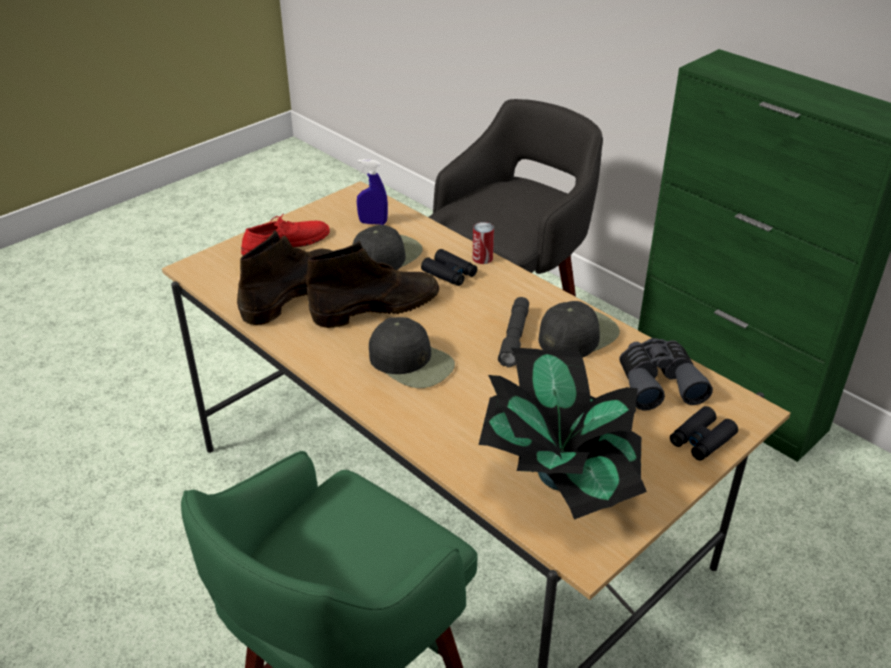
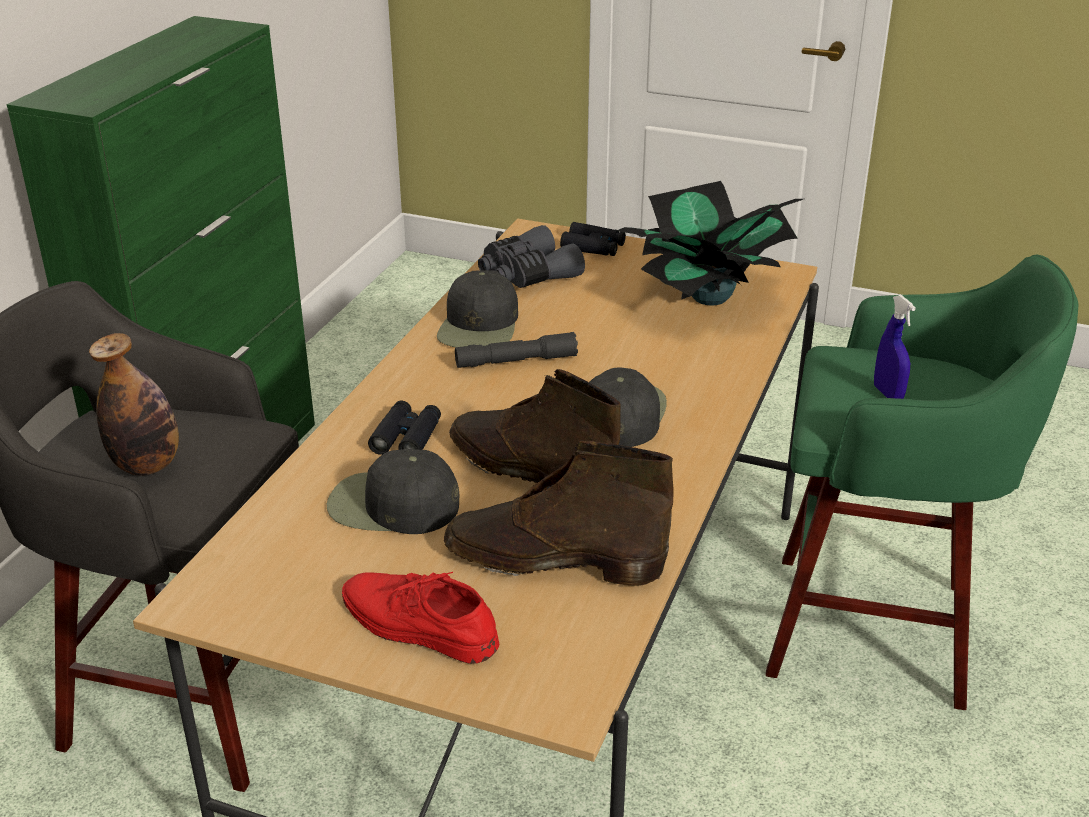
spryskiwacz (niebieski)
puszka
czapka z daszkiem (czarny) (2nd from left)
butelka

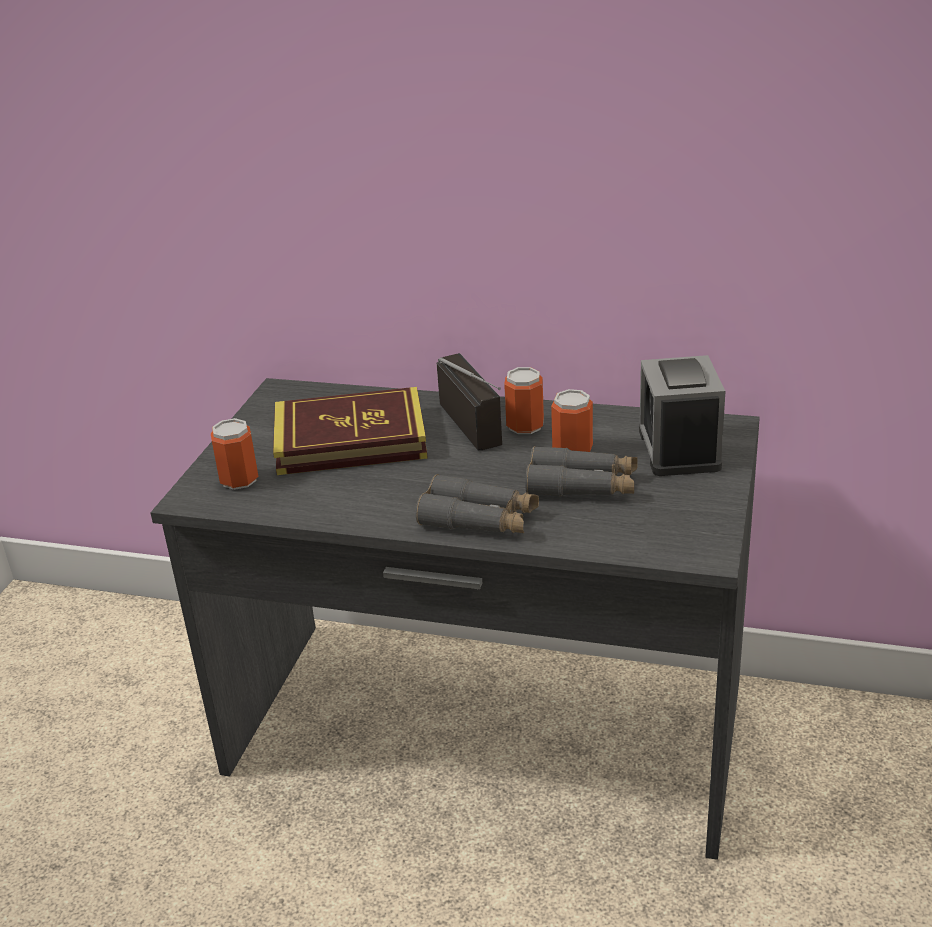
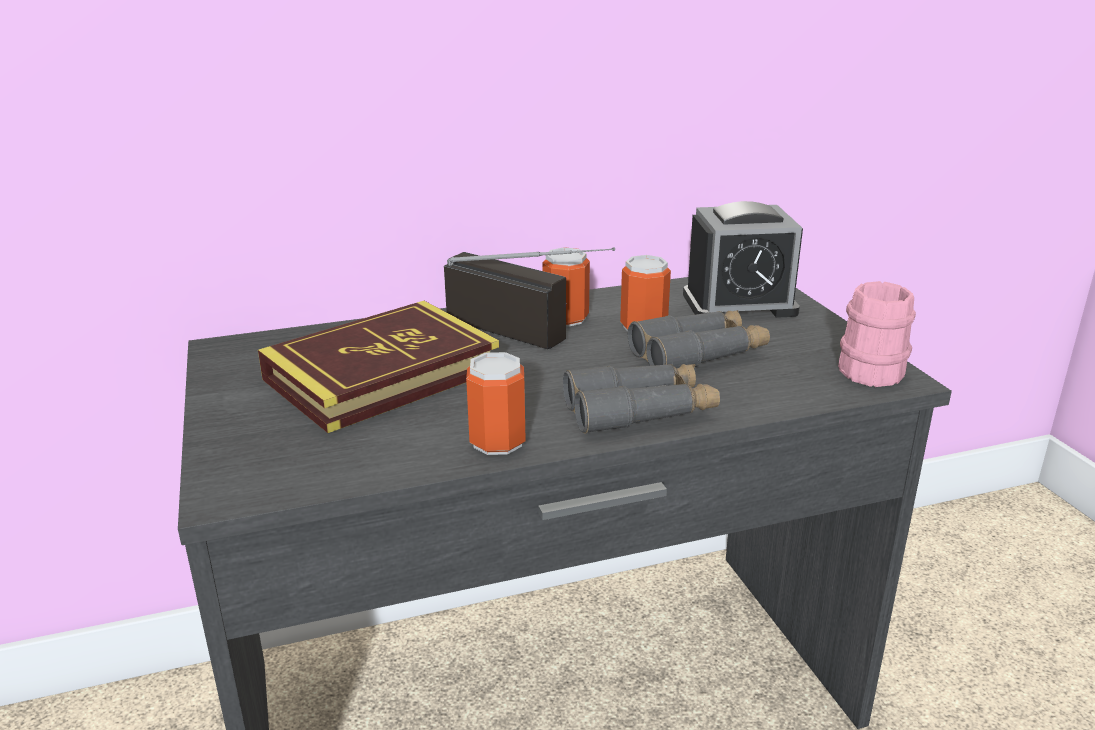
budzik
puszka (1st from left)
kubek (różowy)

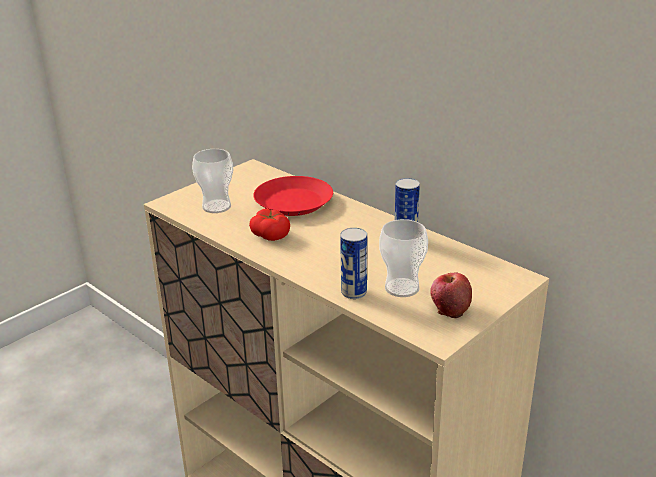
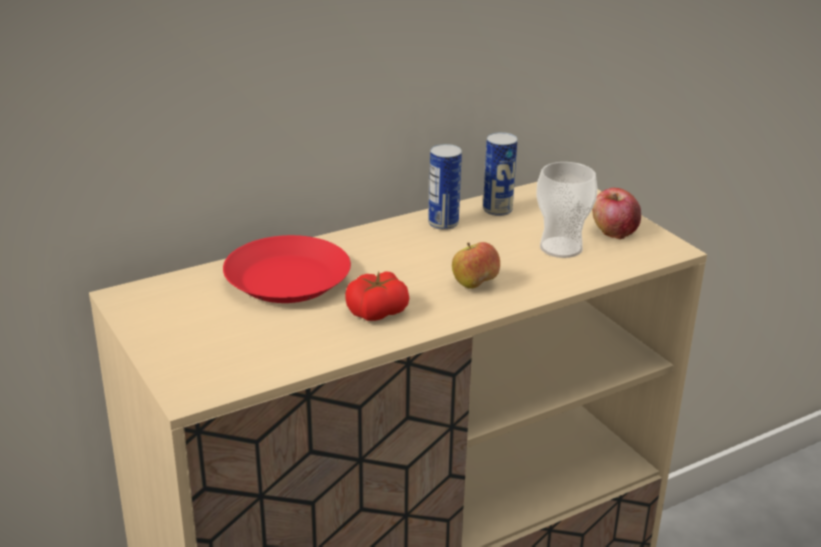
filiżanka (1st from left in the first image)
puszka (2nd from left)
jabłko (1st from left)

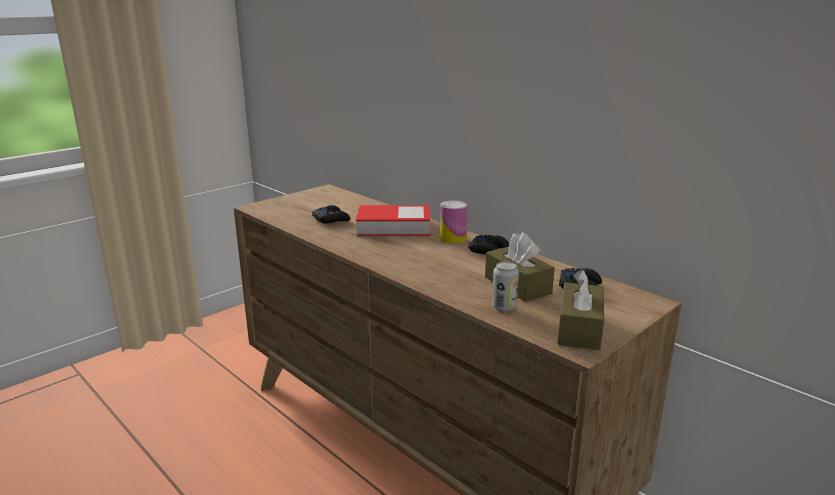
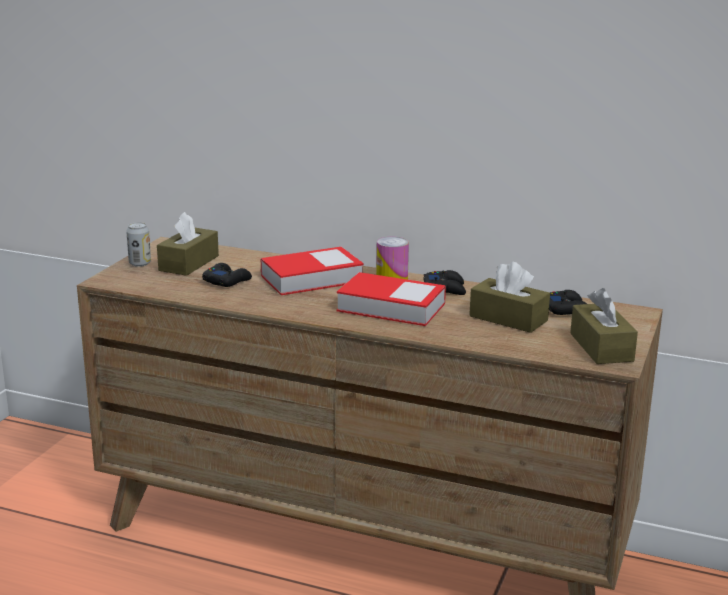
puszka (1st from left)
pudełko chusteczek (brązowy) (1st from left)
książka (2nd from left)

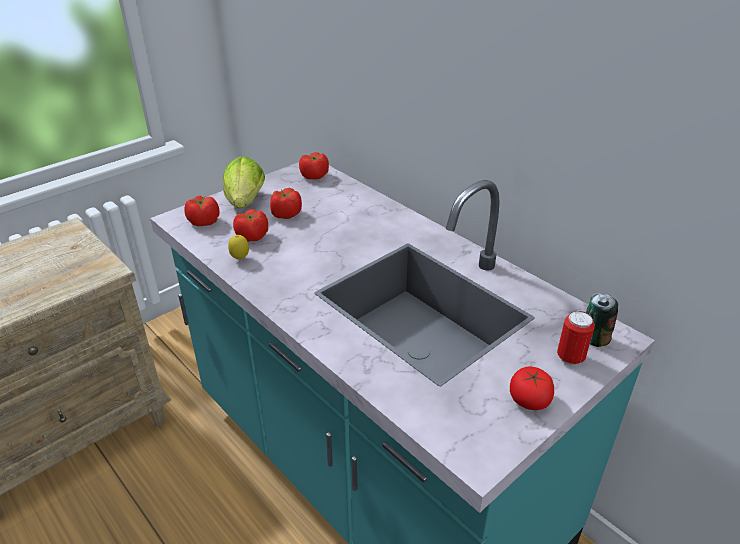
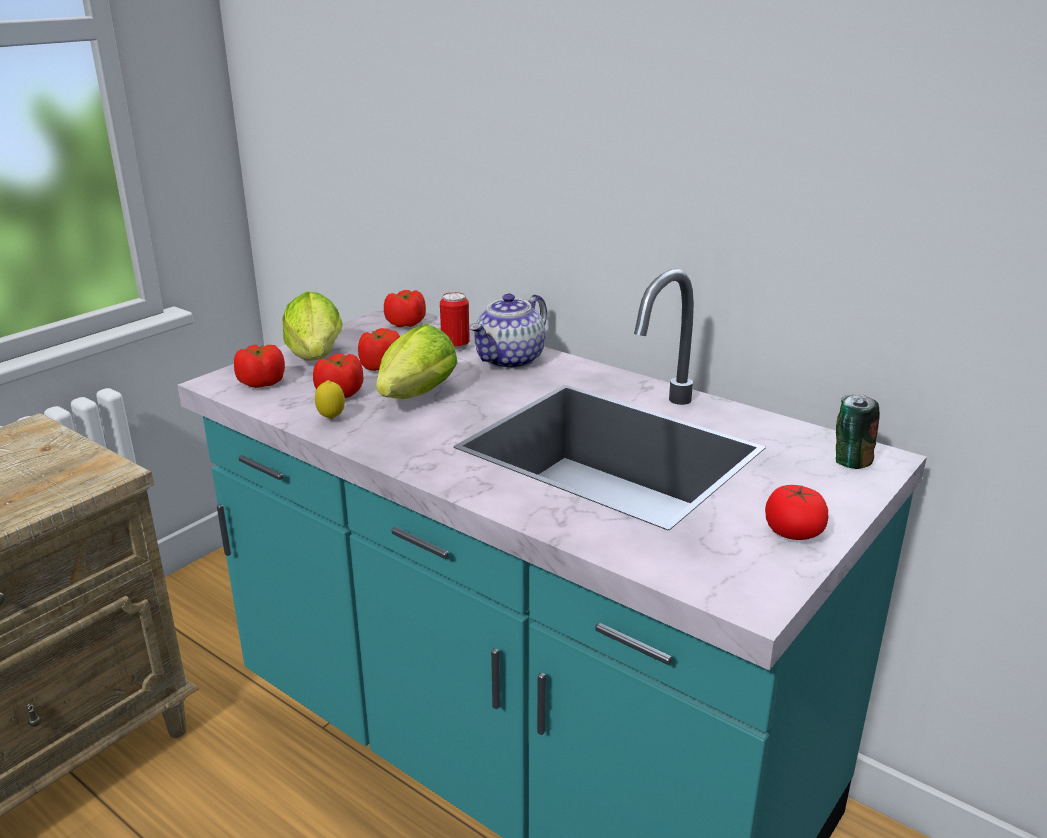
puszka (1st from left)
imbryk
sałata (2nd from left)

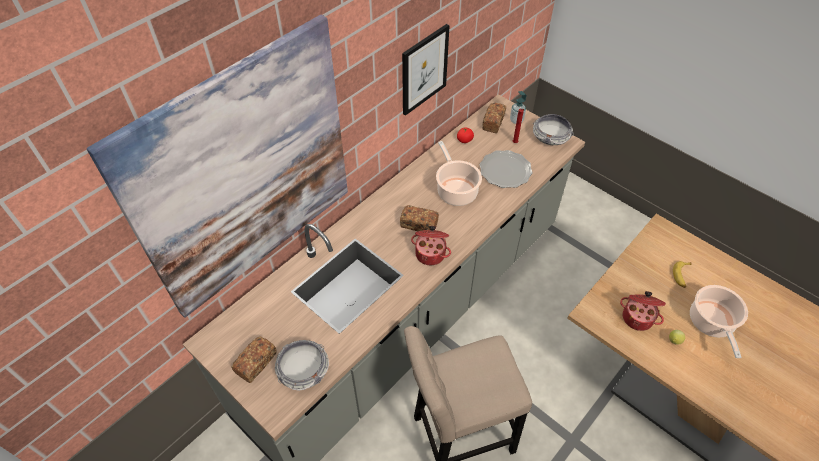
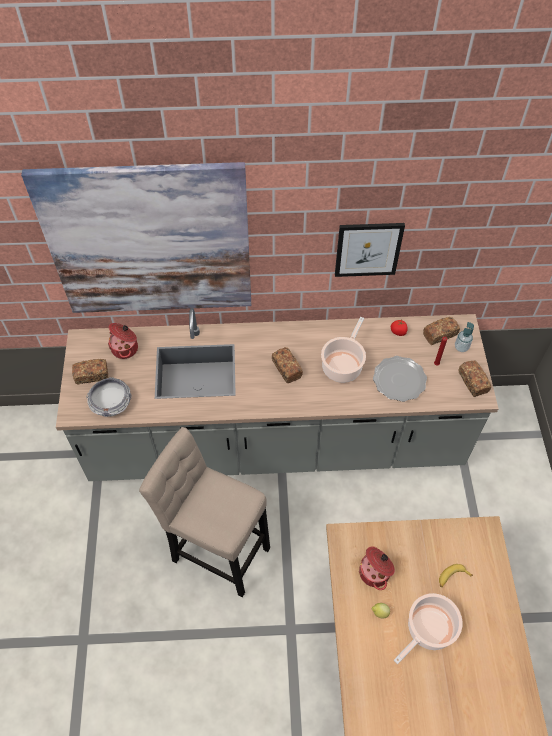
chleb (4th from left)
garnek (1st from left)

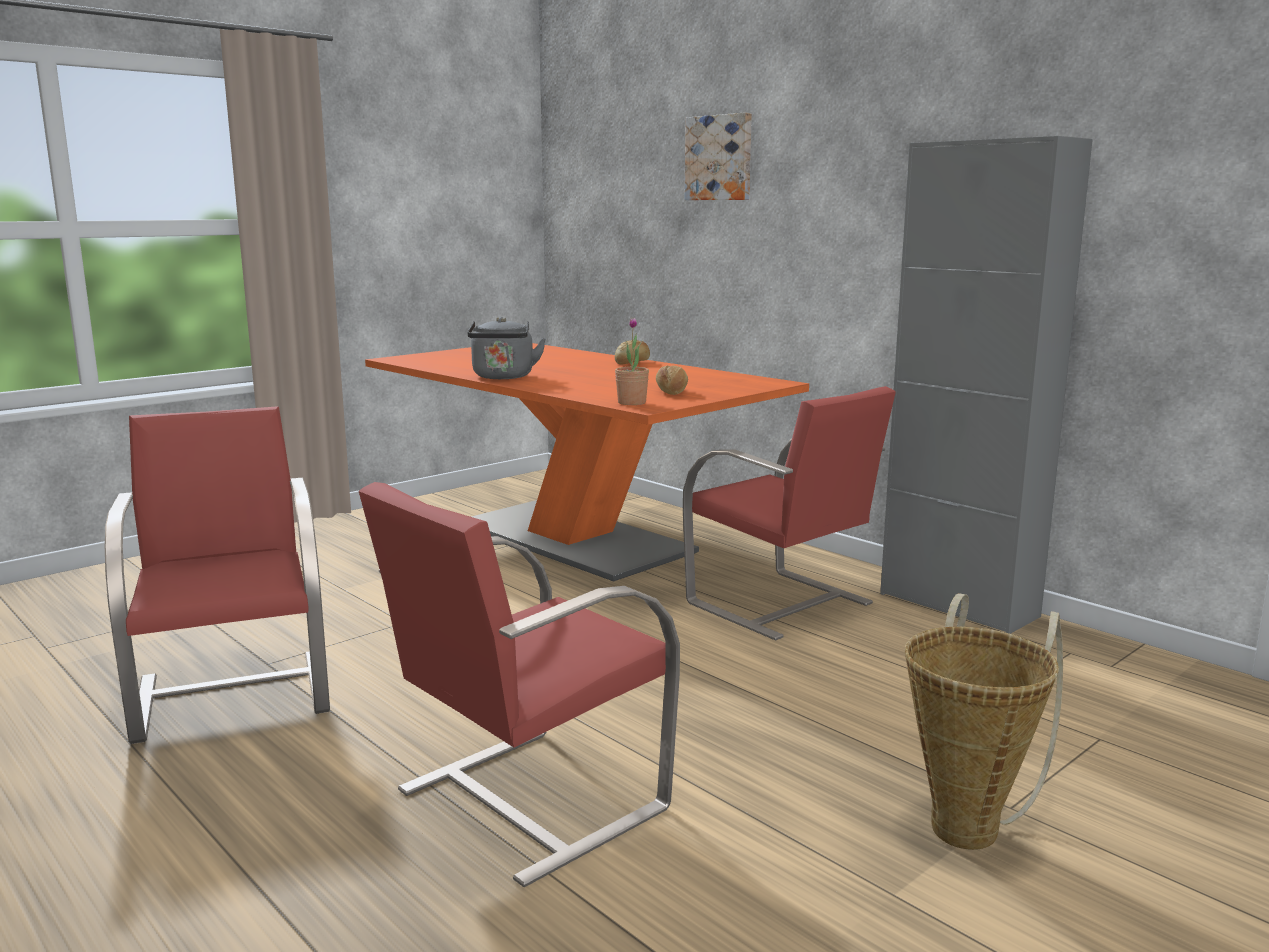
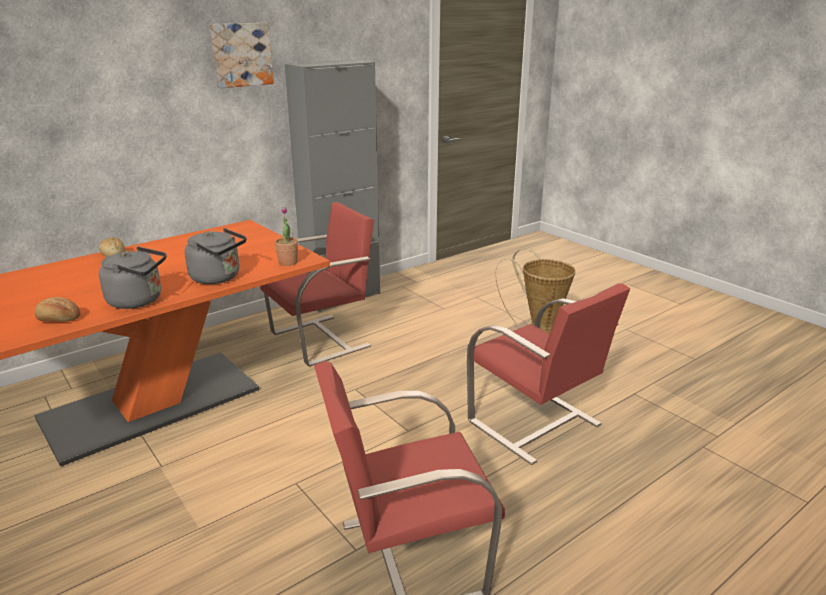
obraz
chleb (1st from left)
czajnik (szary) (2nd from left)

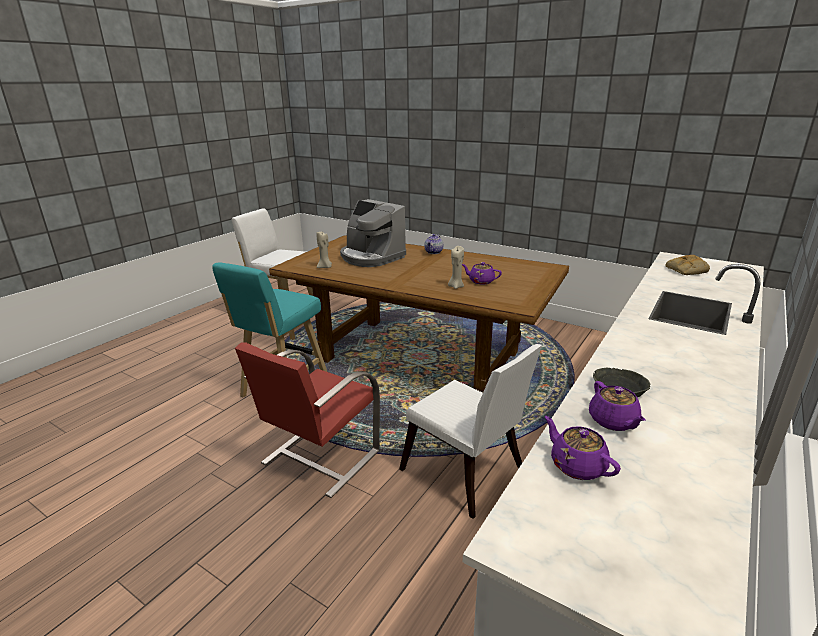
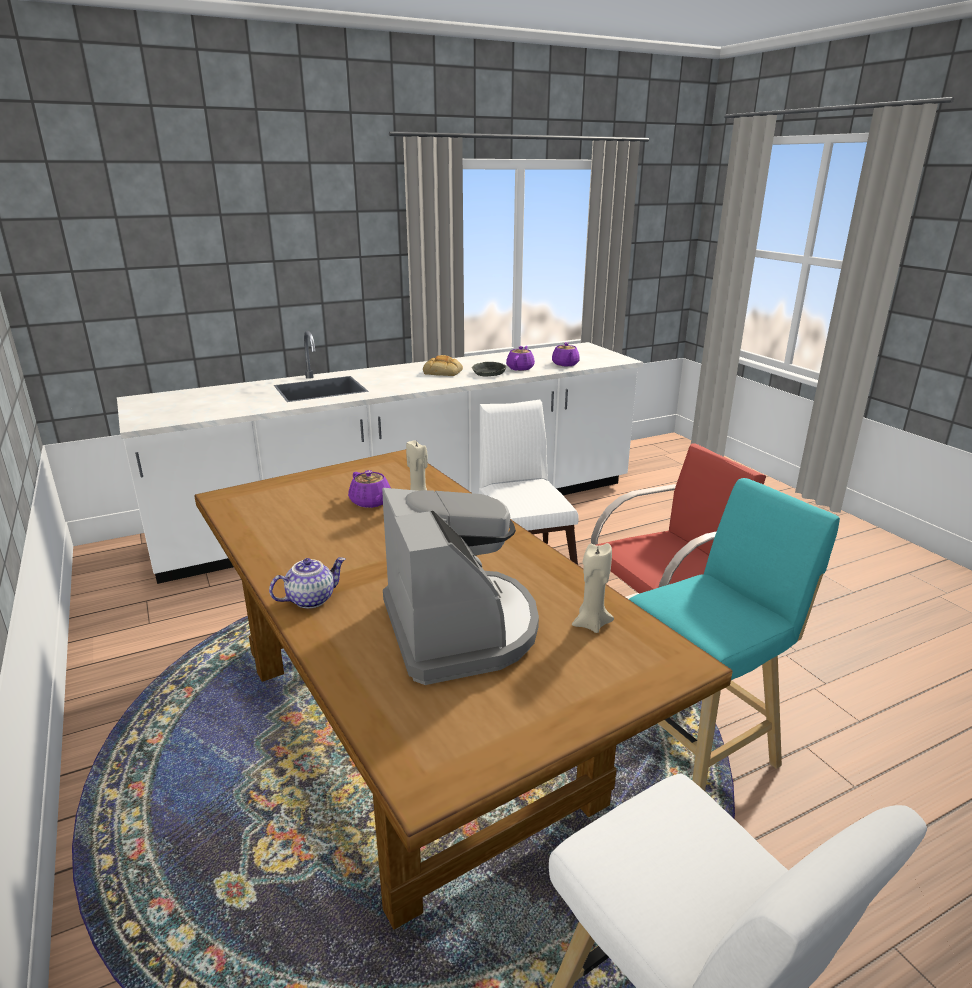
chleb

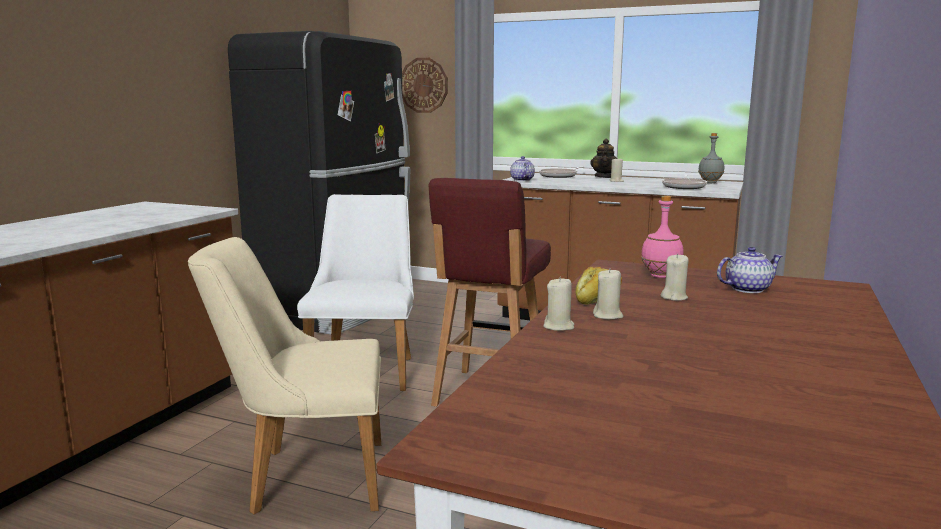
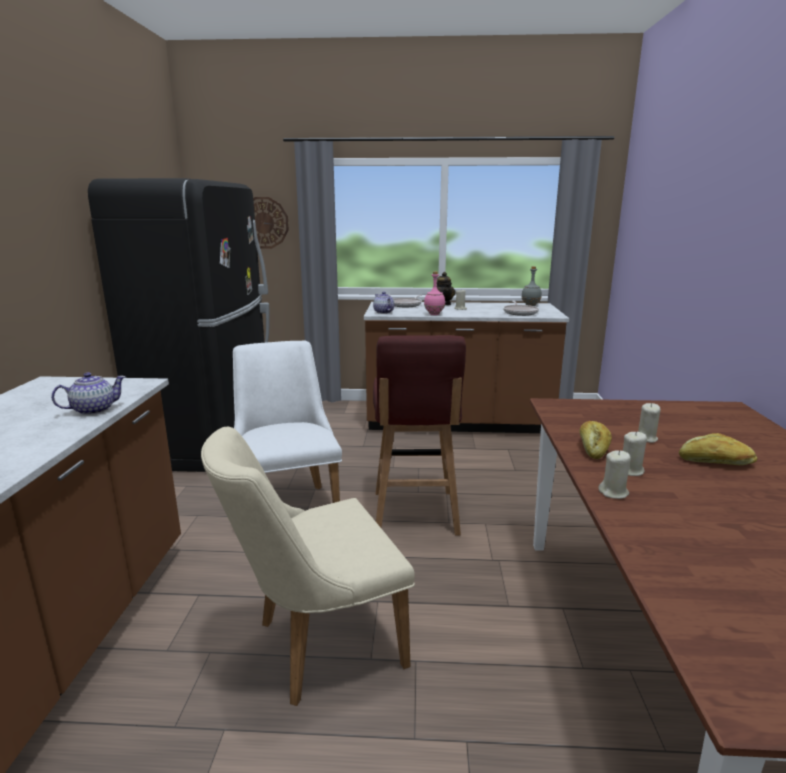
butelka (różowy)
imbryk (1st from left)
chleb (2nd from left)

